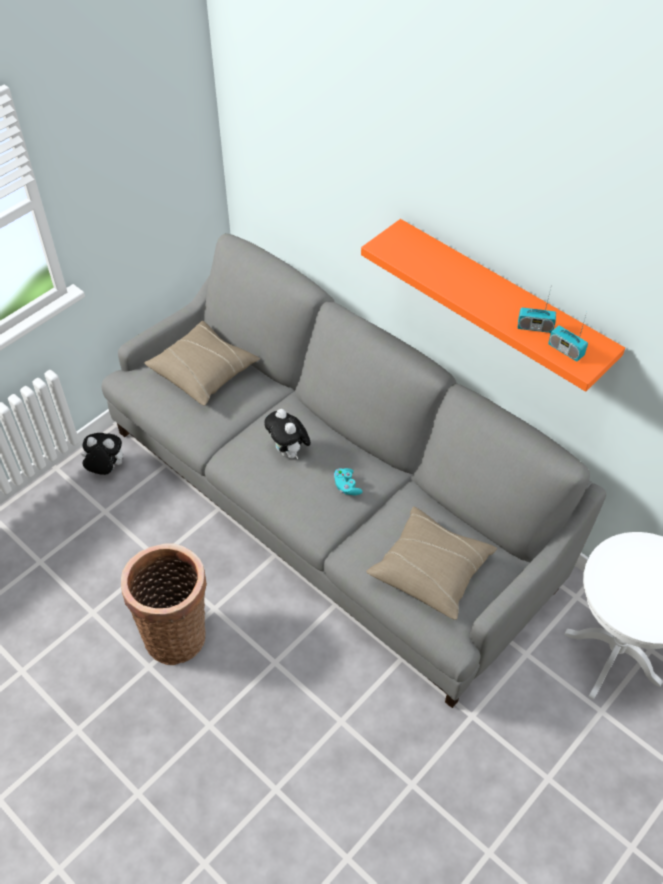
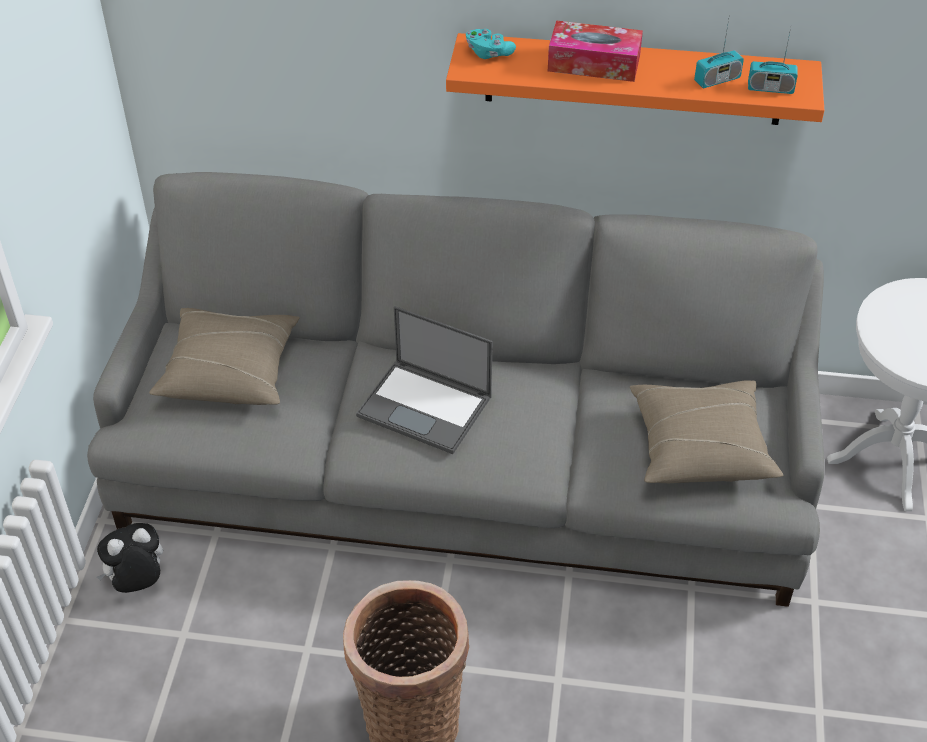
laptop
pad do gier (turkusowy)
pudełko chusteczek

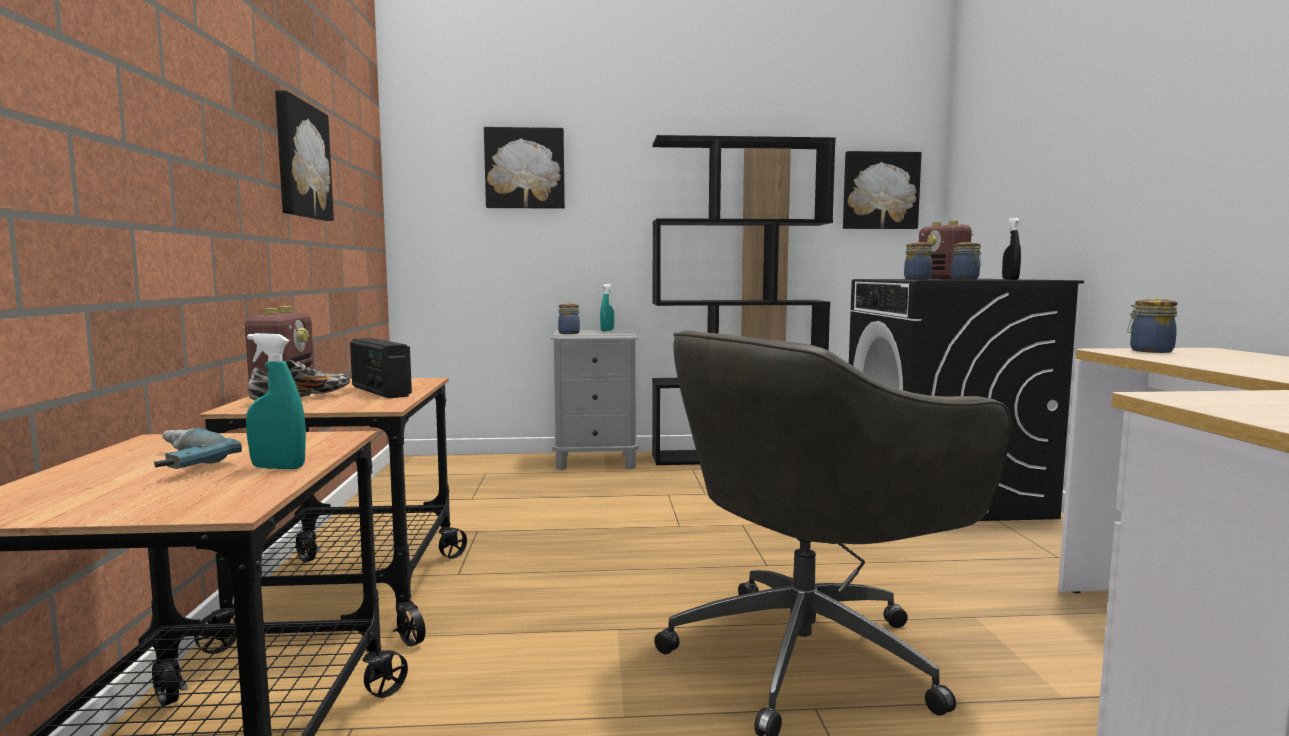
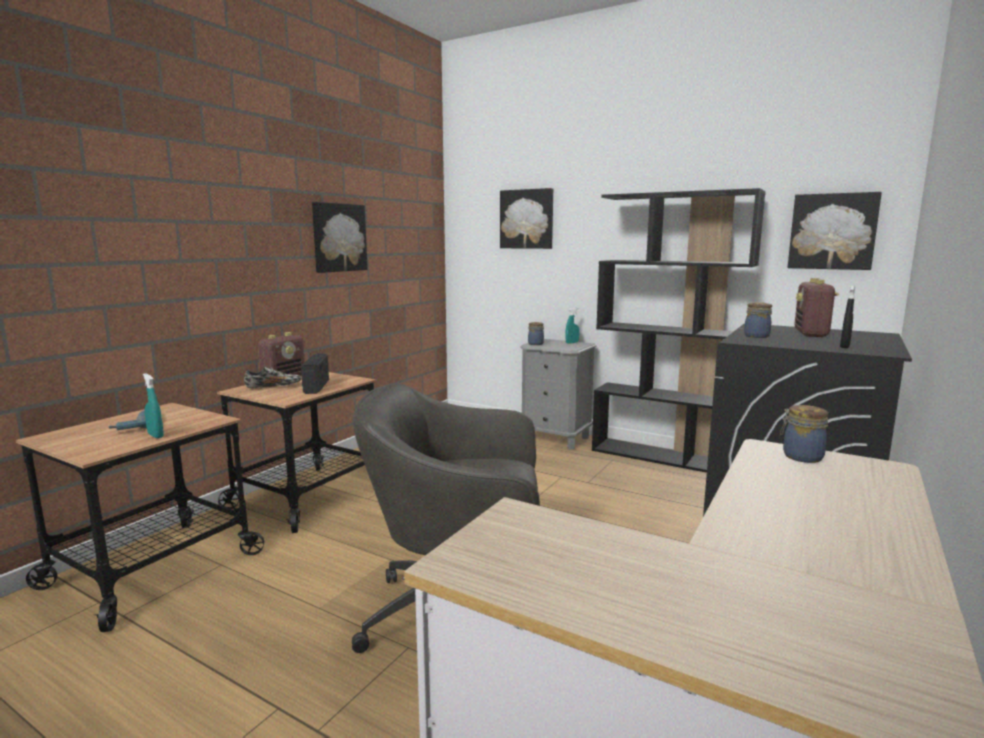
słoik (3rd from left in the first image)

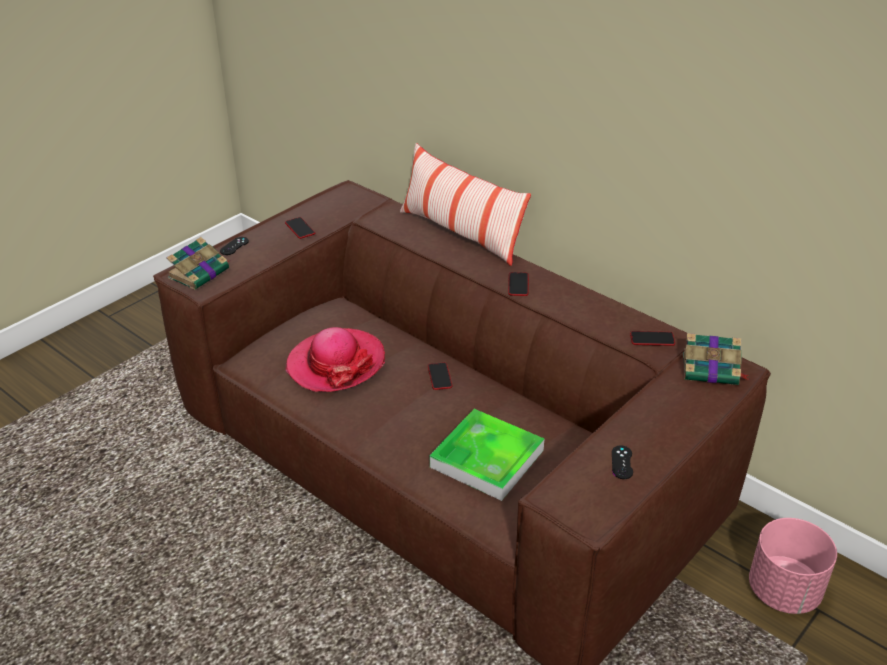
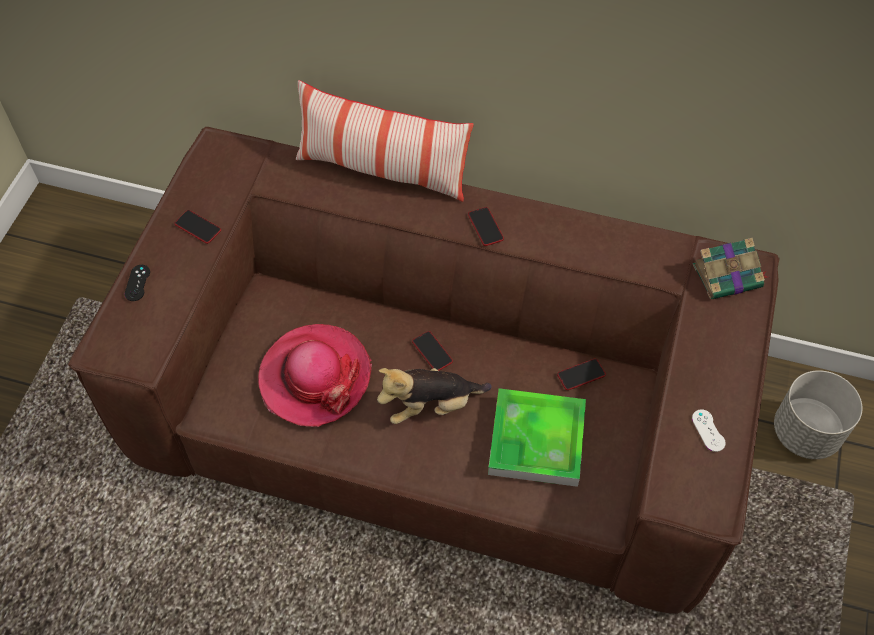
książka (1st from left in the first image)
telefon (4th from left)
pad do gier (biały)
donica (szary)
pluszak

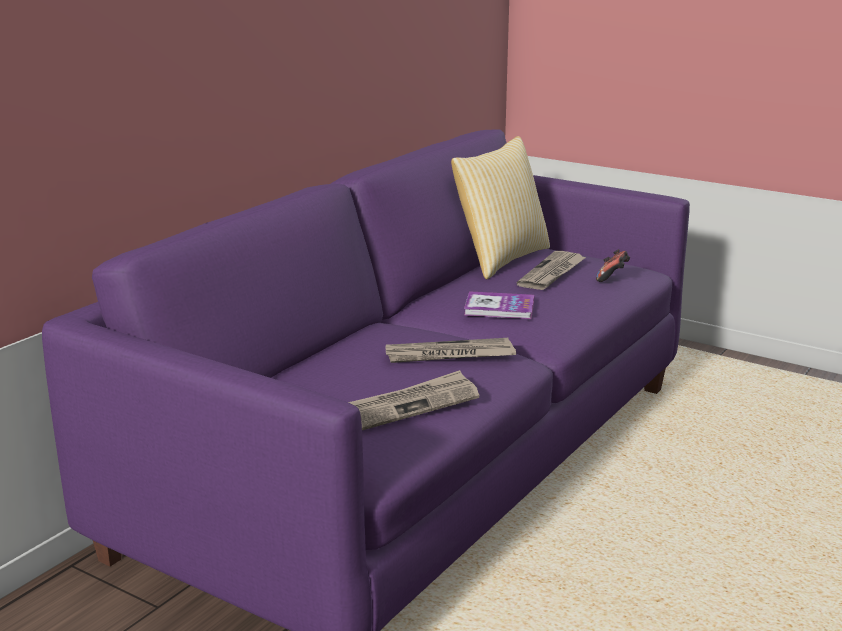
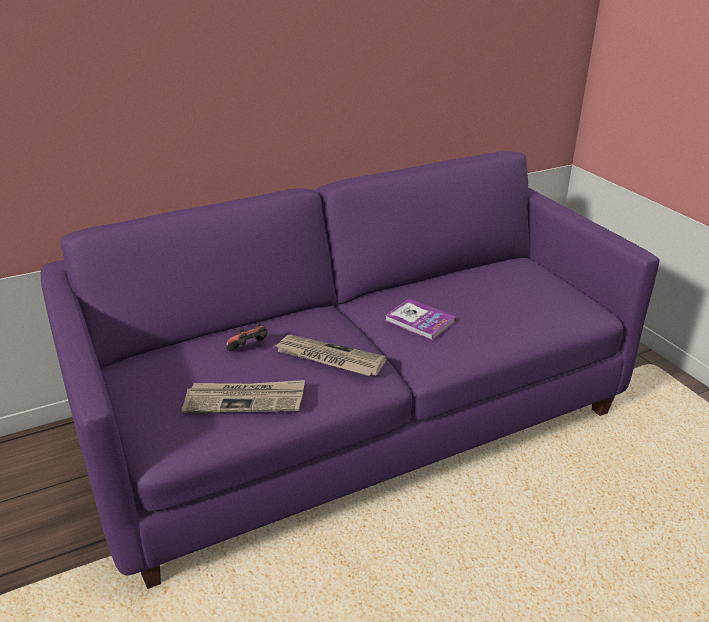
poduszka
pad do gier
gazeta (3rd from left in the first image)

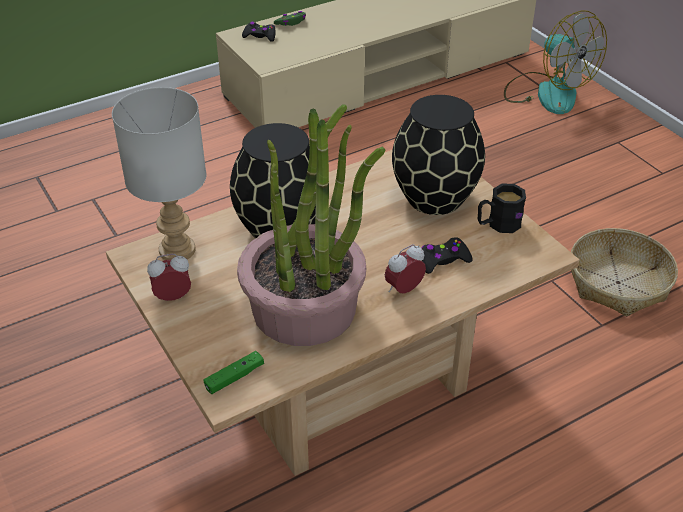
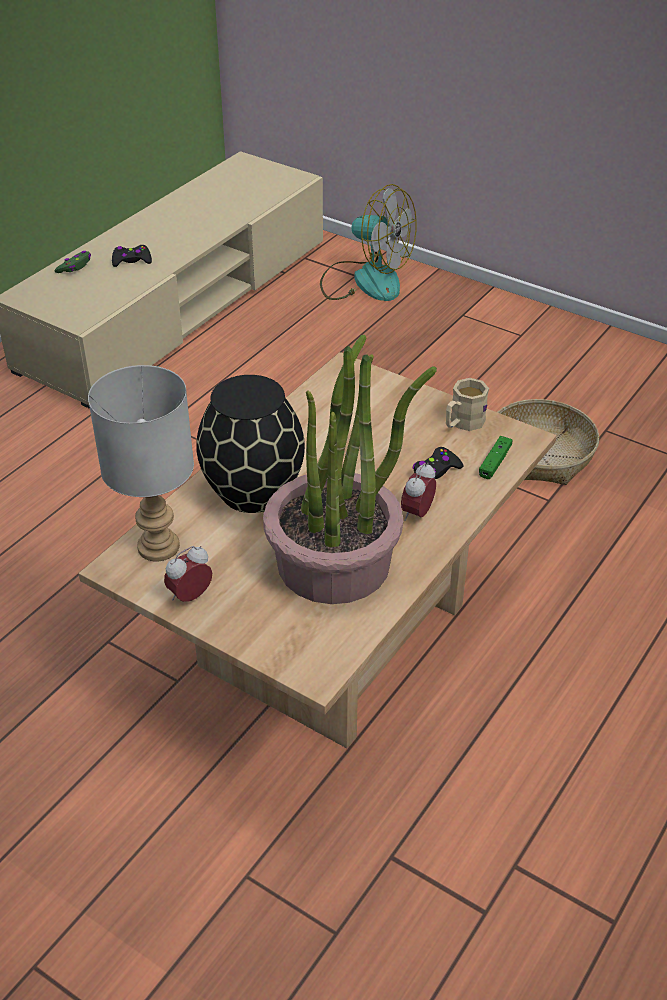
pad do gier (czarny) (1st from left)
wazon (czarny) (2nd from left in the first image)
kubek (beżowy)
pad do gier (zielony) (2nd from left)

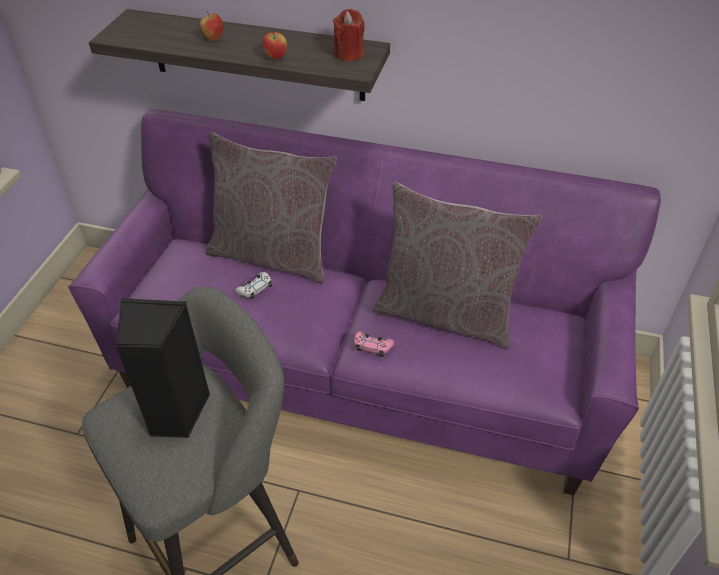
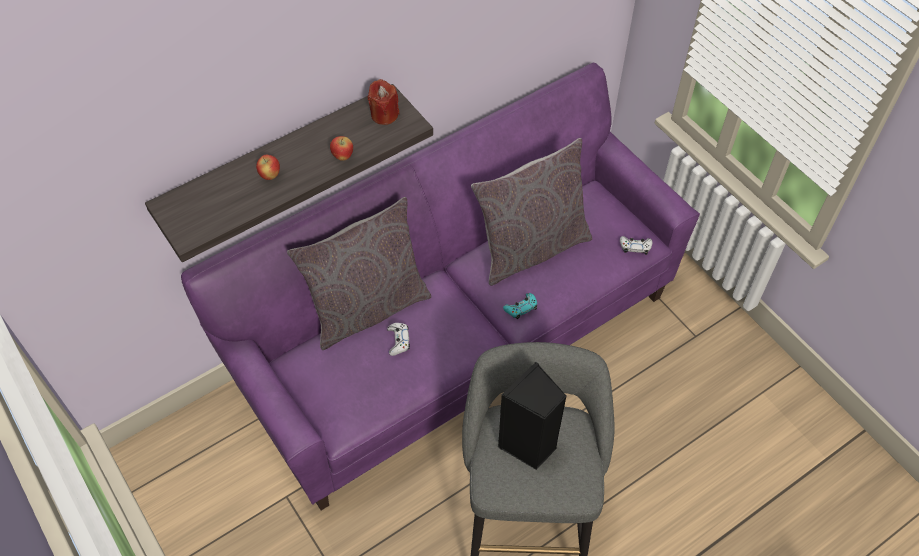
pad do gier (turkusowy)
pad do gier (biały) (2nd from left)

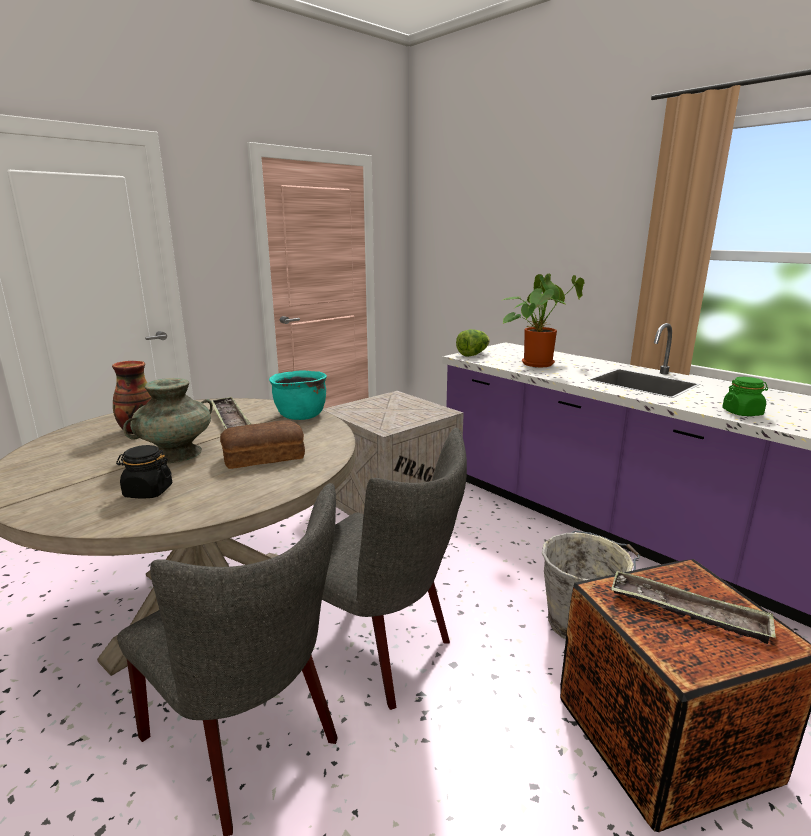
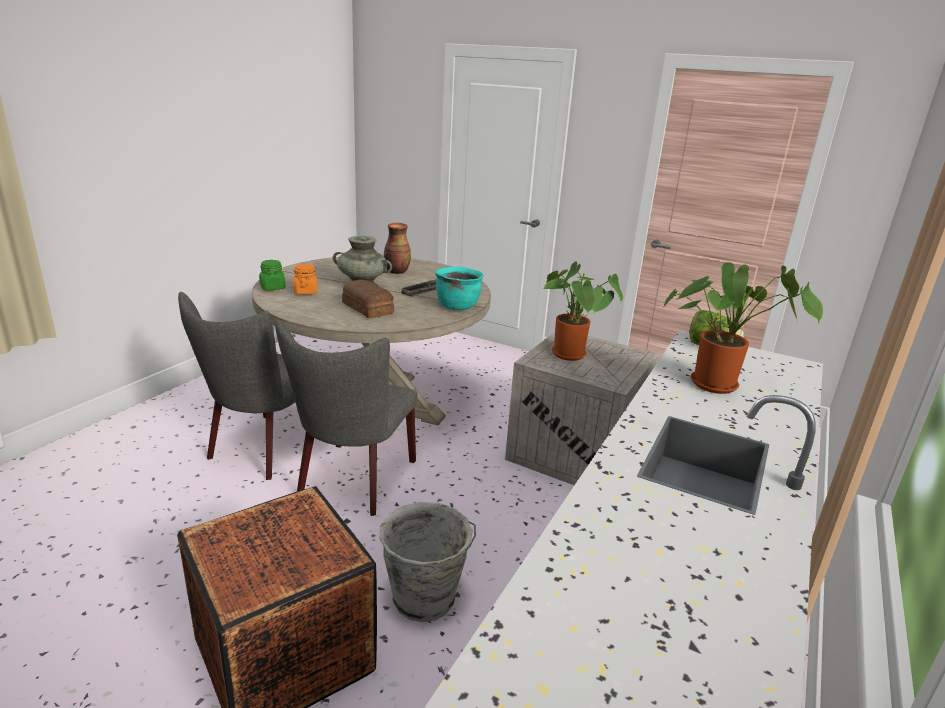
słoik (zielony)
słoik (pomarańczowy)
taca (2nd from left in the first image)
roślina doniczkowa (1st from left)

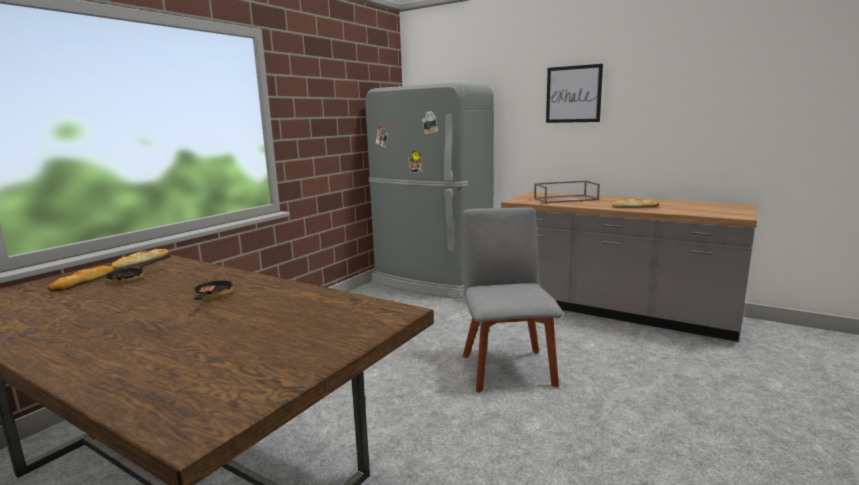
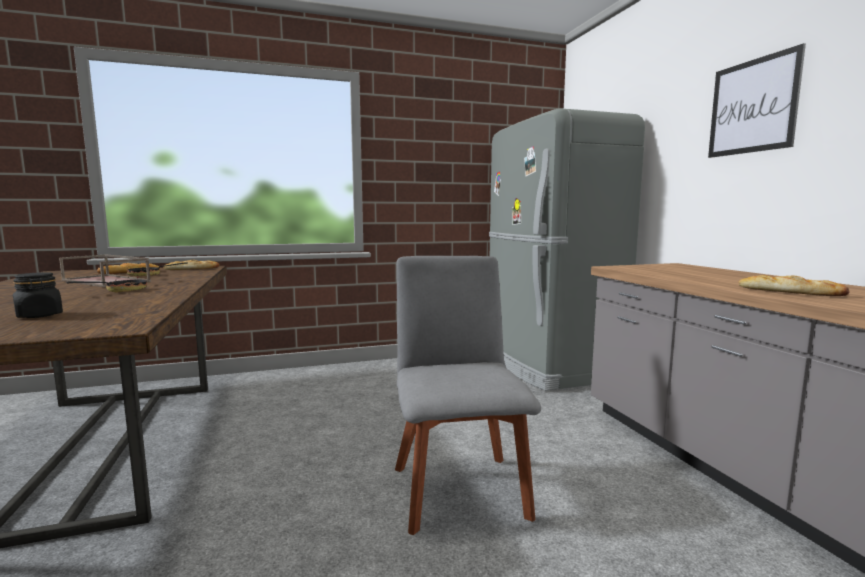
taca (brązowy)
krzesło (szary)
słoik (czarny)

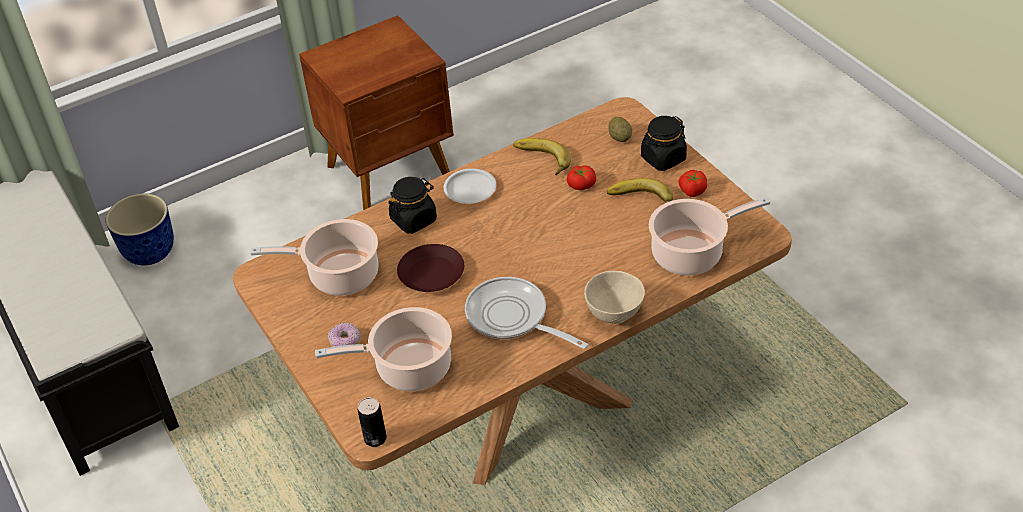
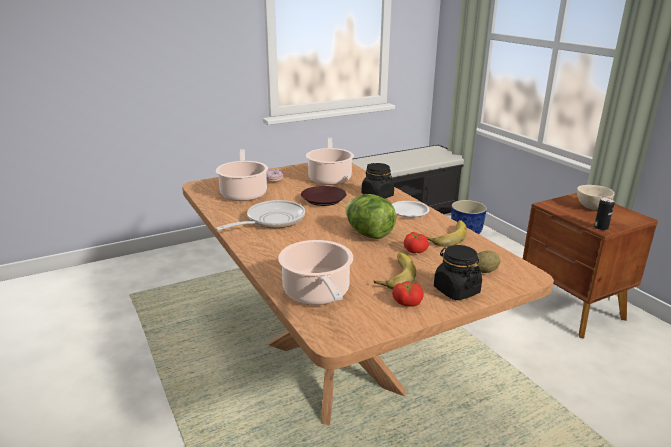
miska (beżowy)
puszka
sałata

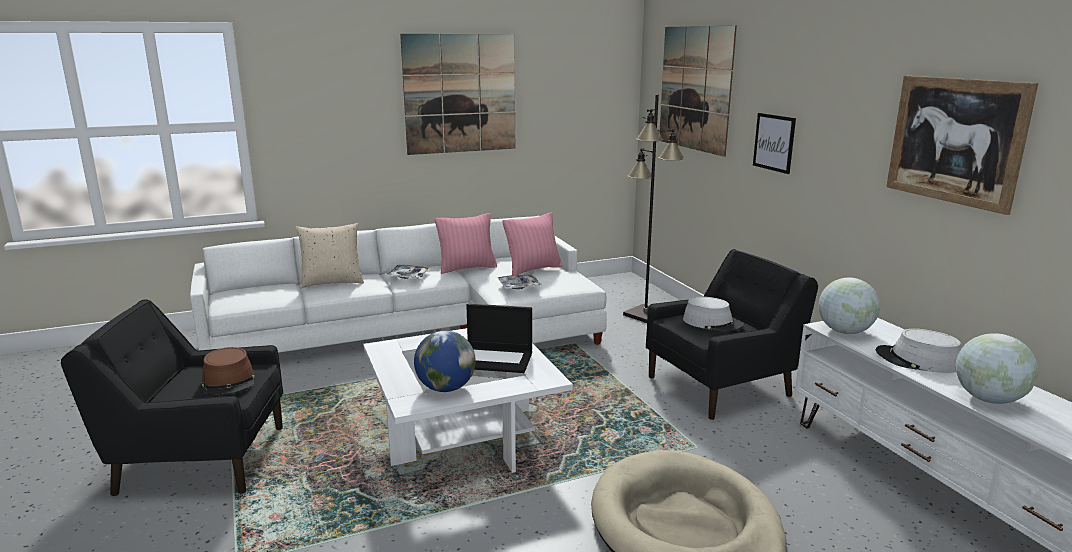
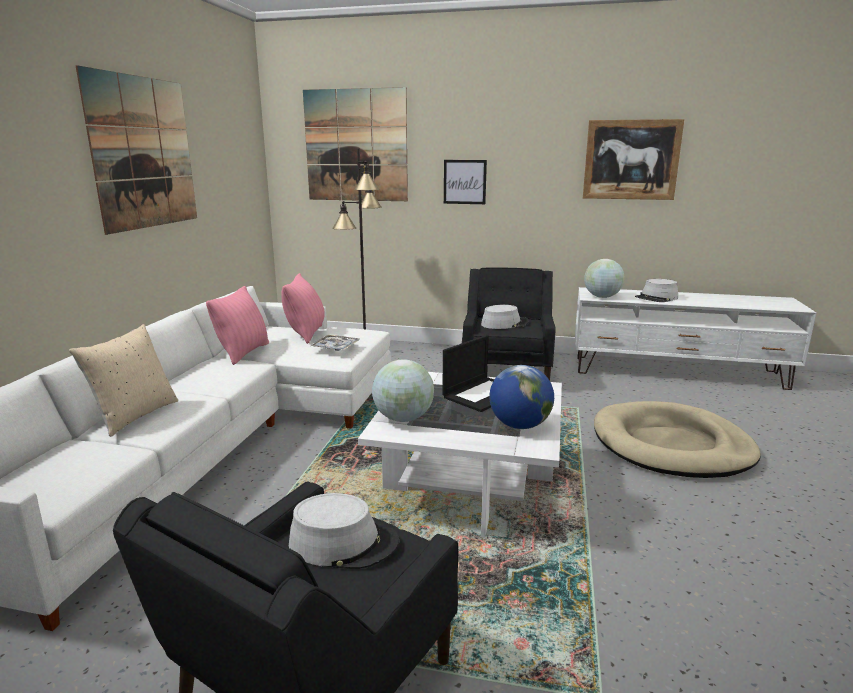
taca (1st from left in the first image)
globus (1st from left)
kapelusz (szary) (1st from left)

